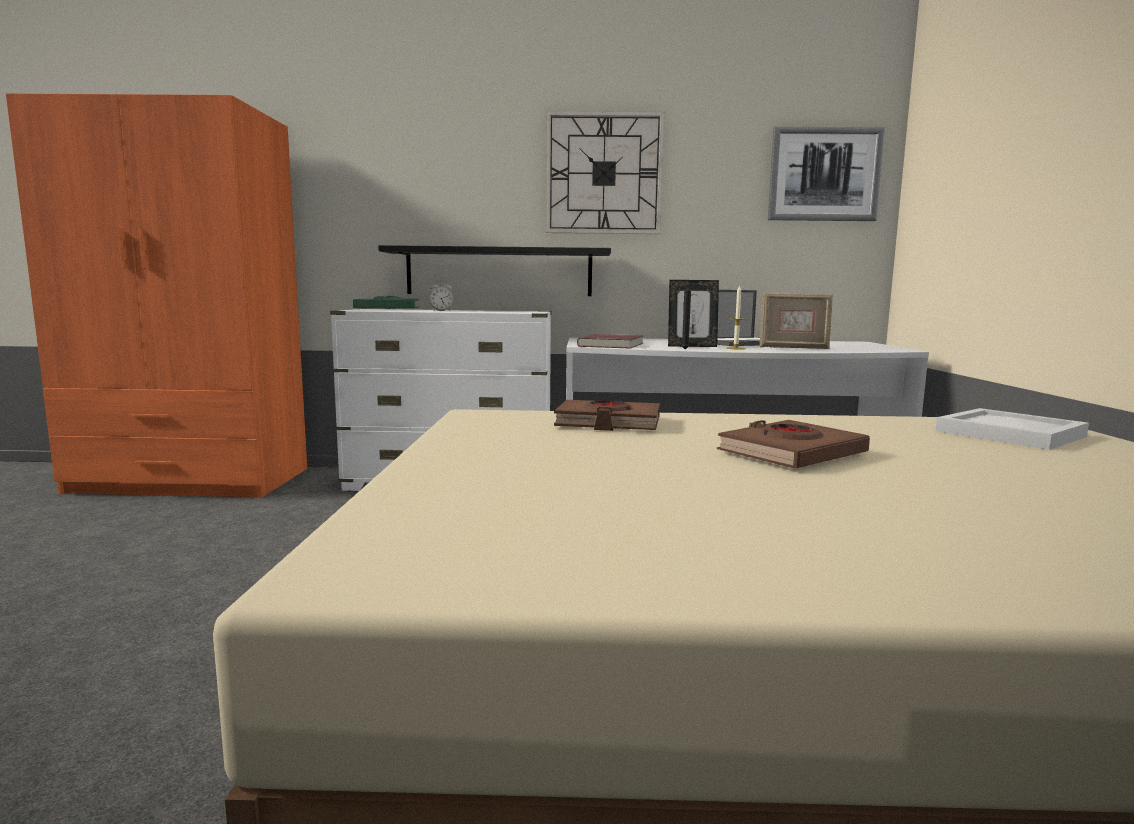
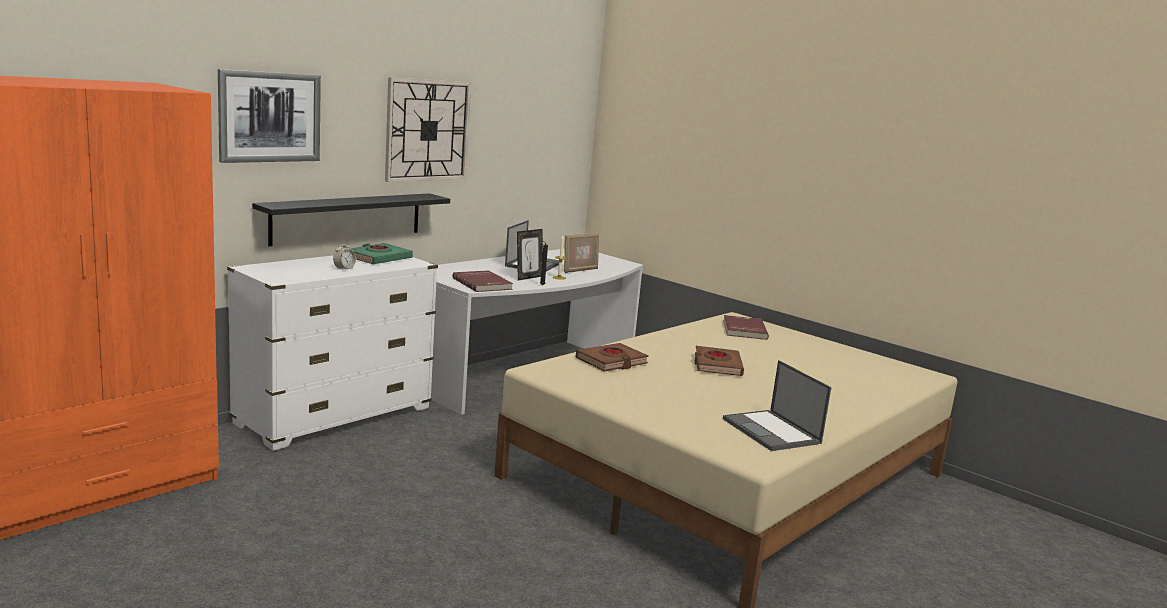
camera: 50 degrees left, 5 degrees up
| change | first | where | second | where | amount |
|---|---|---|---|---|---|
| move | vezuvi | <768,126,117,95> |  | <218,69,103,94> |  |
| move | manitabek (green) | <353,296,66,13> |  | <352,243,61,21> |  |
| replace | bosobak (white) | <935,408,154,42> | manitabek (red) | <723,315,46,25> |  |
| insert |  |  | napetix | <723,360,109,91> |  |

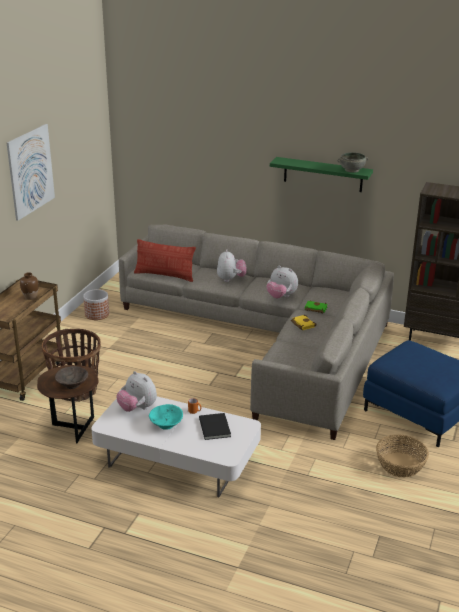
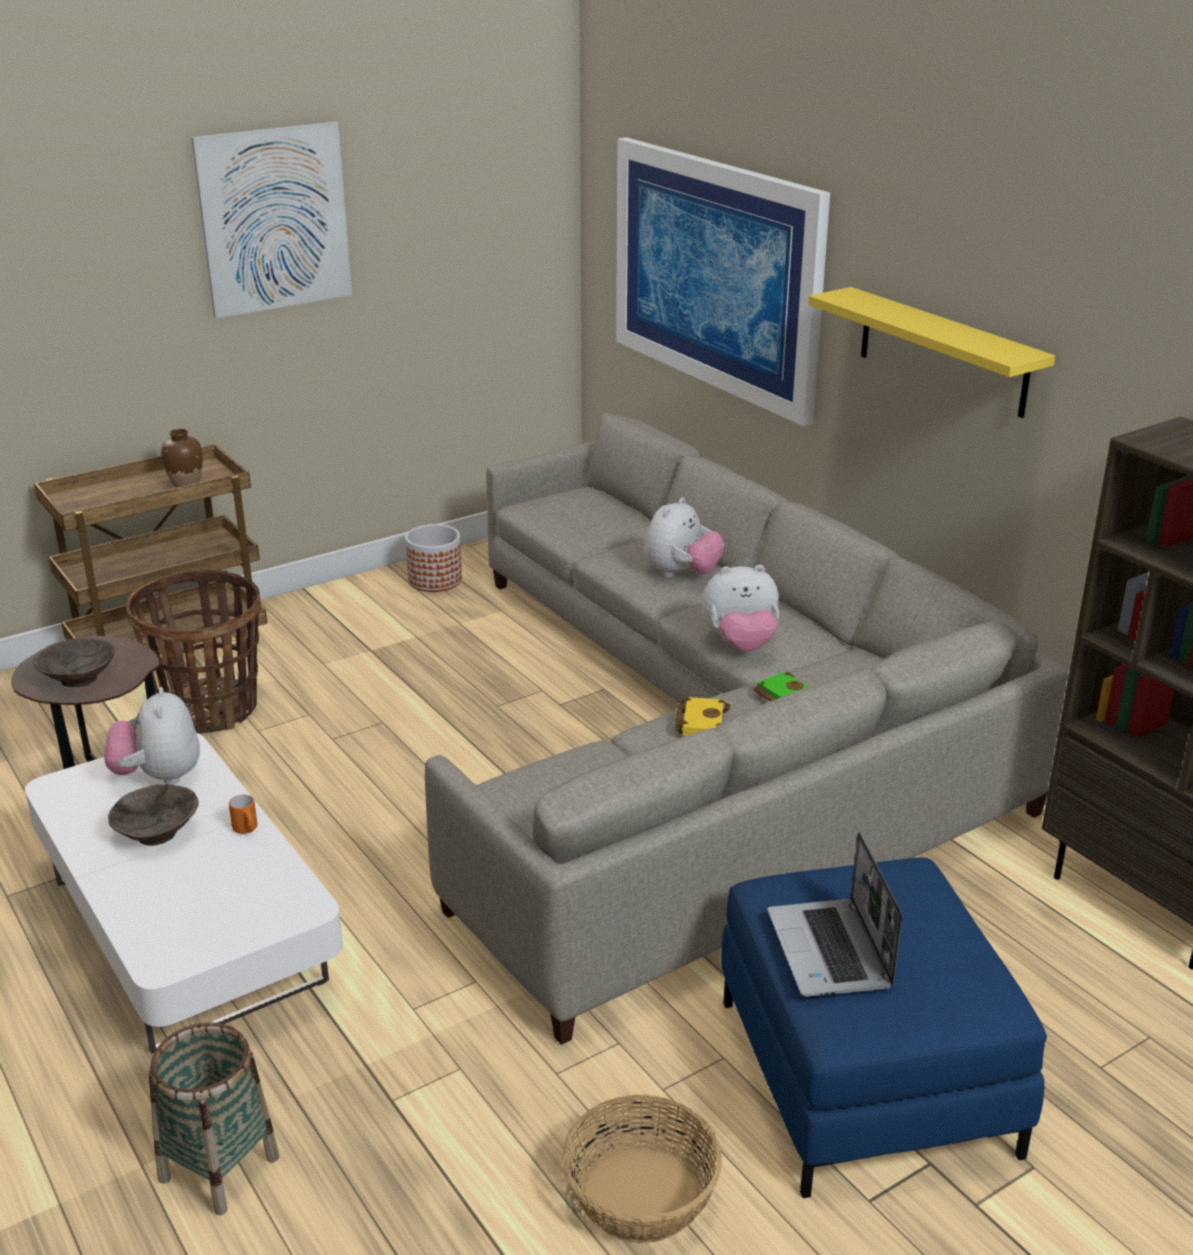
camera: 35 degrees right, 0 degrees up
| change | first | where | second | where | amount |
|---|---|---|---|---|---|
| delete | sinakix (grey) | <337,152,31,21> |  |  |  |
| recolor | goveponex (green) | <270,157,103,35> | goveponex (yellow) | <808,287,247,131> |  |
| delete | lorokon | <134,239,62,43> |  |  |  |
| rotate | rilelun | <266,266,32,32> |  | <702,565,77,87> | 75 degrees counterclockwise |
| recolor | sinakix (turquoise) | <149,404,34,26> | sinakix (brown) | <108,784,91,62> |  |
| delete | manitabek (black) | <199,413,32,27> |  |  |  |
| insert |  |  | vezuvi | <616,137,214,289> |  |
| insert |  |  | napetix | <768,832,134,165> |  |
| insert |  |  | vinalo | <149,1022,130,193> |  |

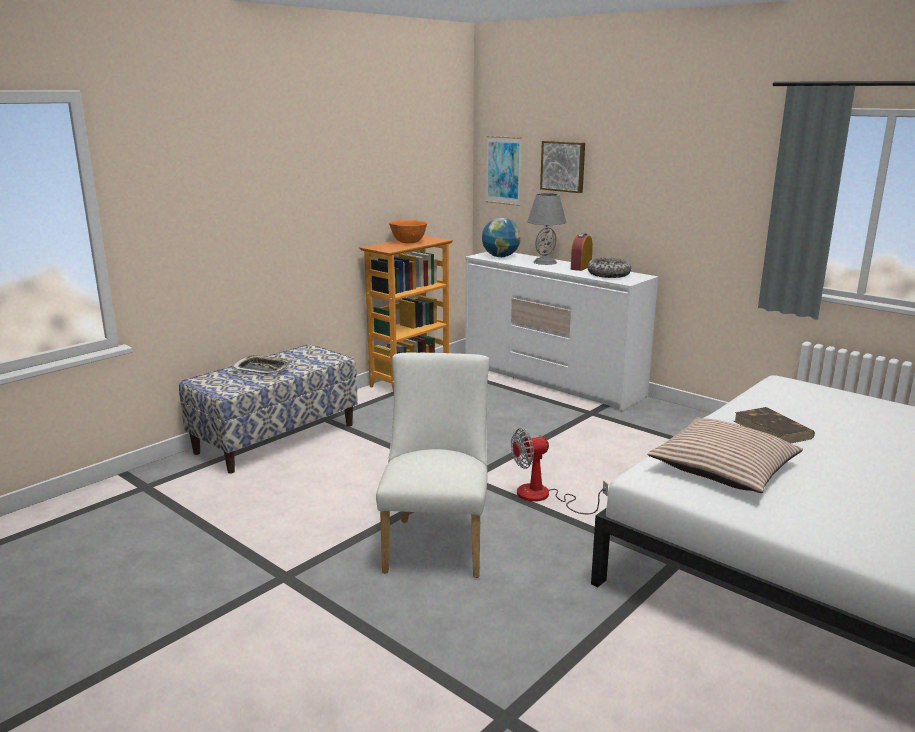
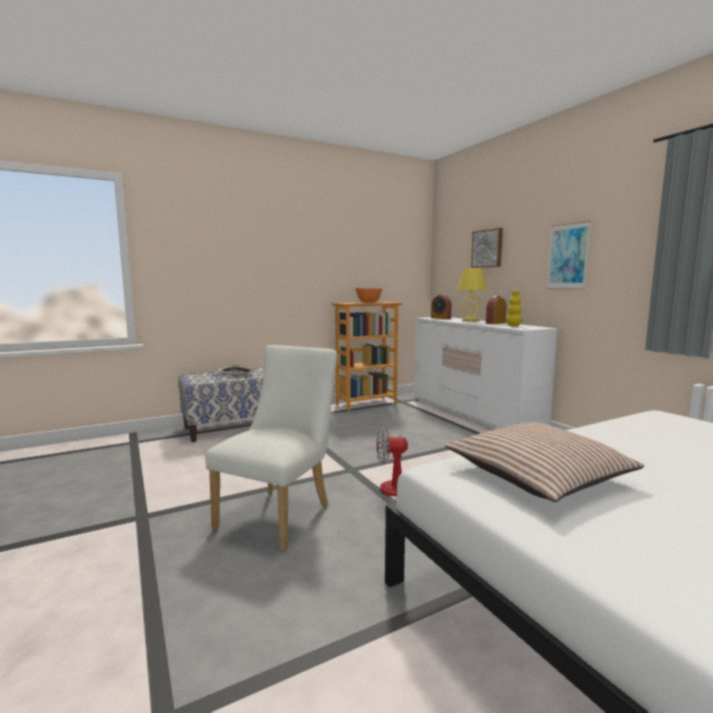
camera: 20 degrees right, 10 degrees down
| change | first | where | second | where | amount |
|---|---|---|---|---|---|
| move | vezuvi | <486,136,36,70> |  | <547,221,44,69> |  |
| recolor | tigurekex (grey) | <527,193,39,72> | tigurekex (yellow) | <457,268,31,54> |  |
| replace | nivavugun | <482,218,39,39> | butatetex | <431,294,21,25> |  |
| replace | sinakix | <587,258,44,20> | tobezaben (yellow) | <506,291,16,35> |  |
| delete | manitabek (brown) | <734,407,81,37> |  |  |  |

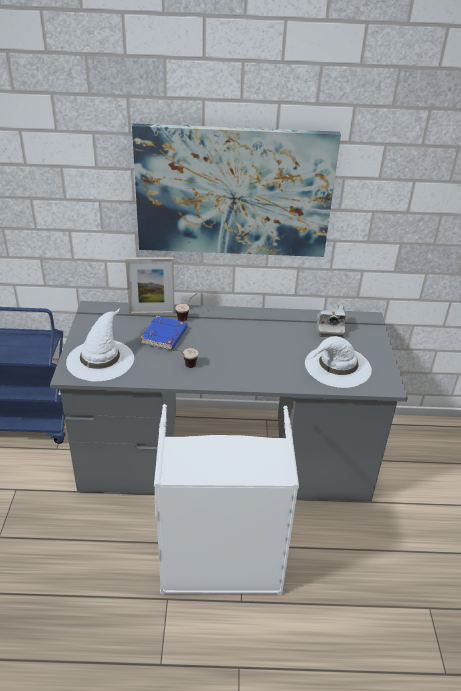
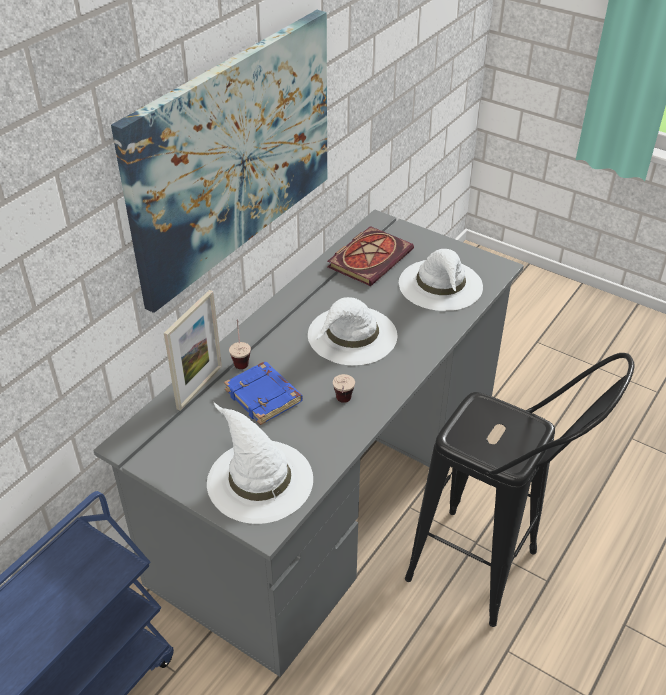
camera: 55 degrees left, 5 degrees up
| change | first | where | second | where | amount |
|---|---|---|---|---|---|
| replace | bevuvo | <317,304,29,34> | manitabek | <327,226,87,60> |  |
| replace | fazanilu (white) | <154,404,145,190> | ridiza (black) | <405,353,230,274> |  |
| insert |  |  | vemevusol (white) | <308,297,89,68> |  |

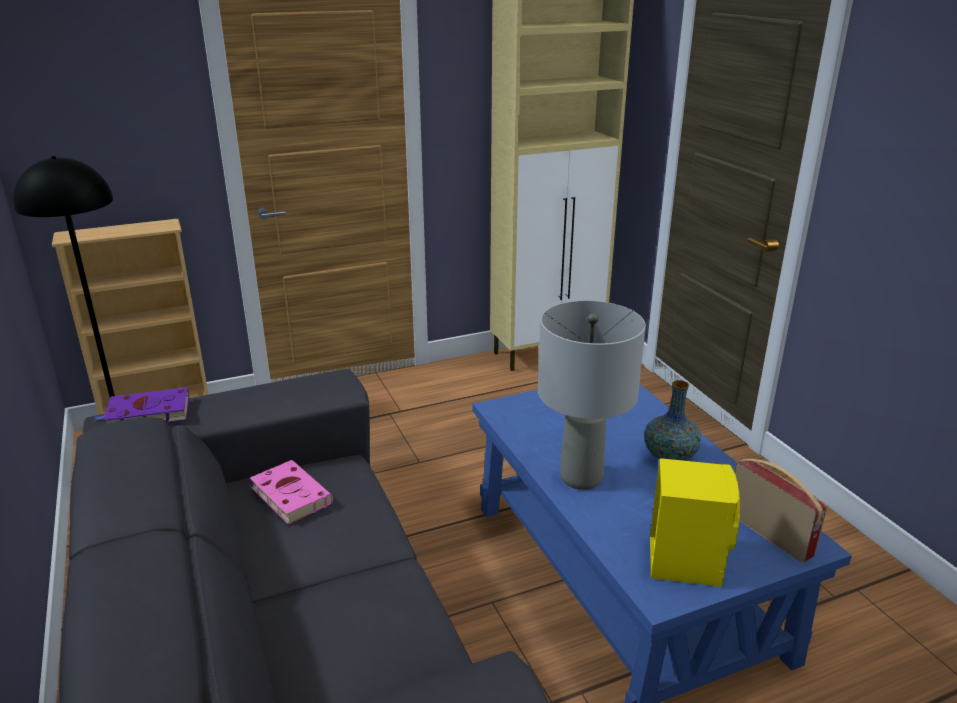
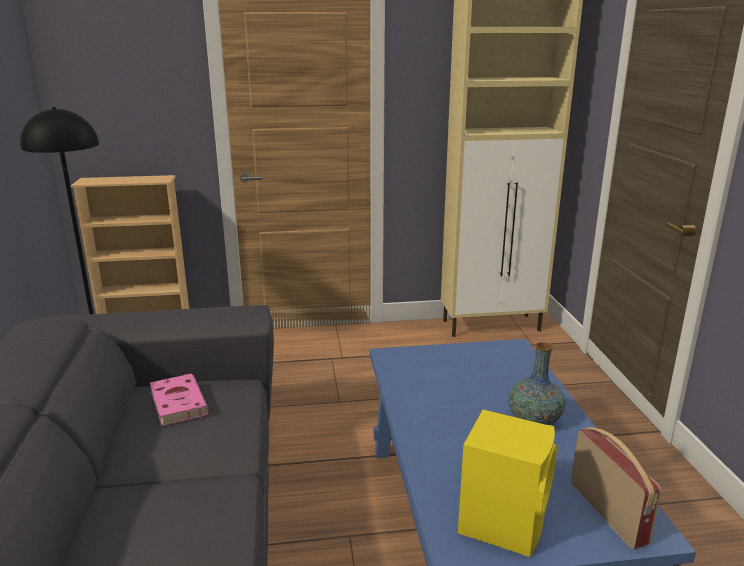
camera: 15 degrees right, 5 degrees down
| change | first | where | second | where | amount |
|---|---|---|---|---|---|
| delete | tigurekex (grey) | <538,301,108,189> |  |  |  |
| delete | manitabek (purple) | <94,387,96,37> |  |  |  |

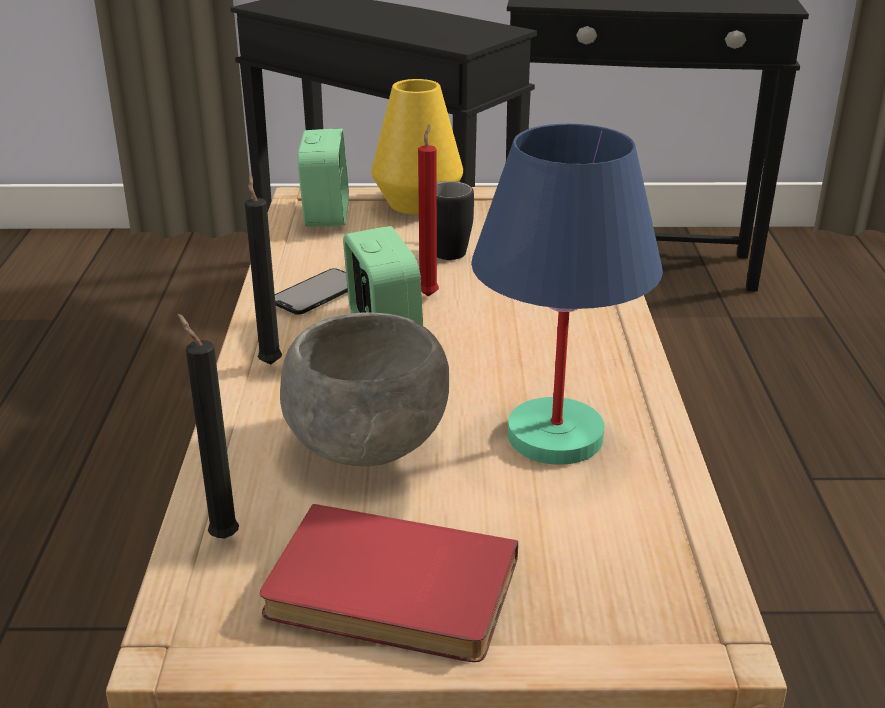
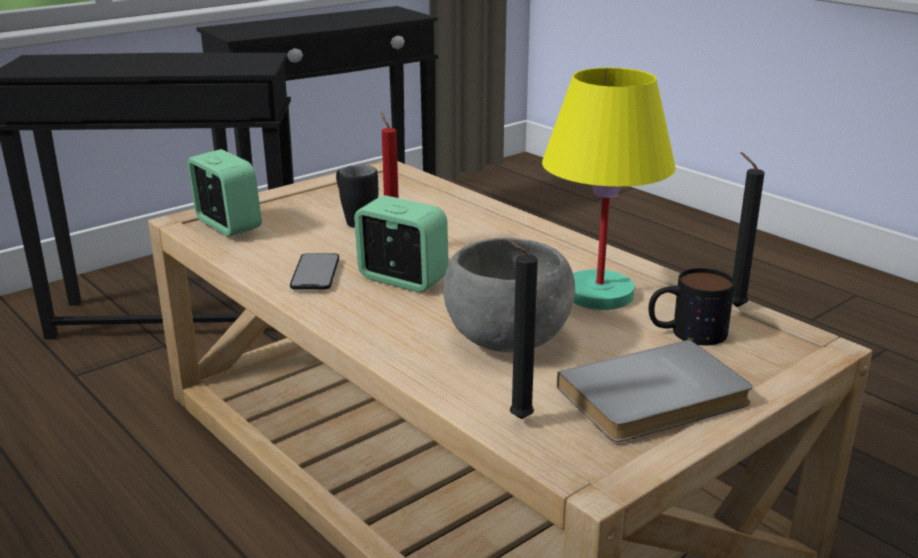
camera: 40 degrees left, 5 degrees down
| change | first | where | second | where | amount |
|---|---|---|---|---|---|
| delete | tobezaben (yellow) | <371,79,92,136> |  |  |  |
| recolor | tigurekex (blue) | <471,124,192,341> | tigurekex (yellow) | <542,68,134,242> |  |
| move | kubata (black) | <245,174,37,191> |  | <732,152,33,155> |  |
| recolor | manitabek (red) | <260,504,258,158> | manitabek (grey) | <557,340,195,102> |  |
| insert |  |  | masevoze | <649,268,86,77> |  |

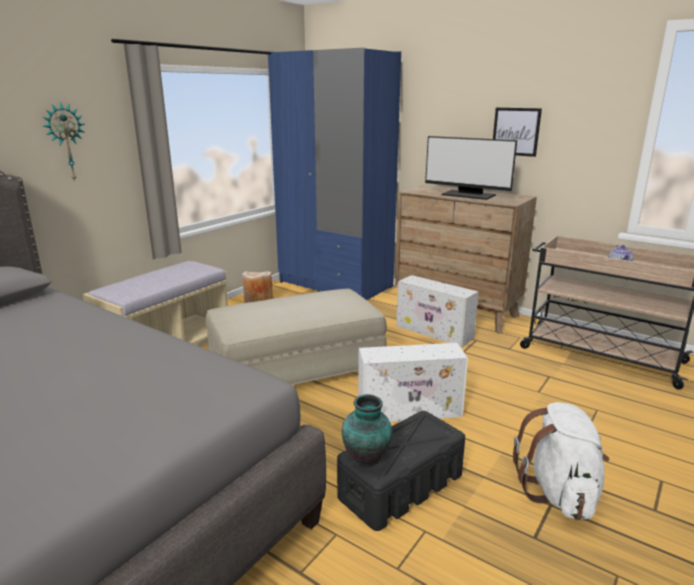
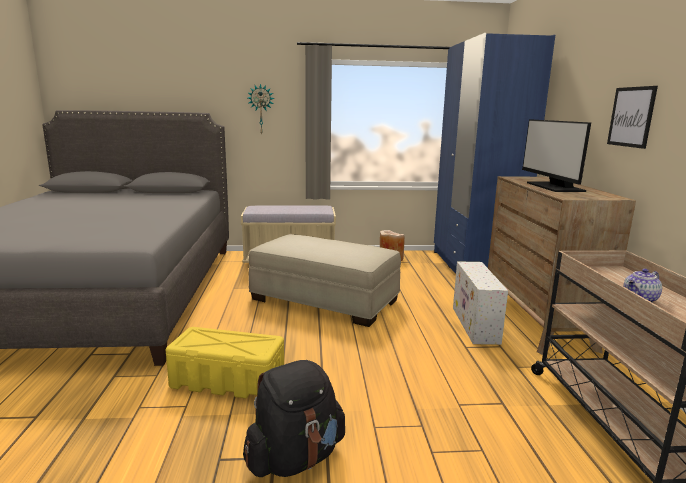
camera: 50 degrees right, 5 degrees down
| change | first | where | second | where | amount |
|---|---|---|---|---|---|
| delete | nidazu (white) | <358,343,110,79> |  |  |  |
| delete | tobezaben | <342,394,51,73> |  |  |  |
| recolor | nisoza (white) | <513,402,96,118> | nisoza (black) | <243,360,102,117> |  |
| recolor | nidazu (black) | <337,411,128,120> | nidazu (yellow) | <166,327,118,72> |  |

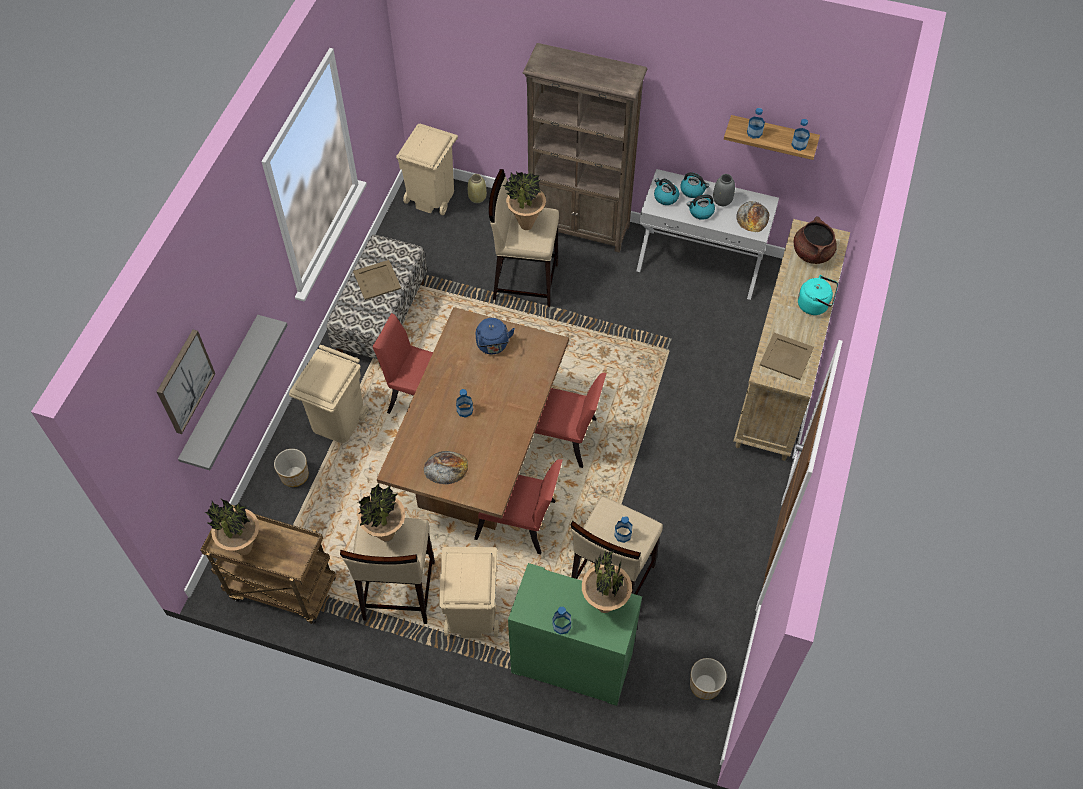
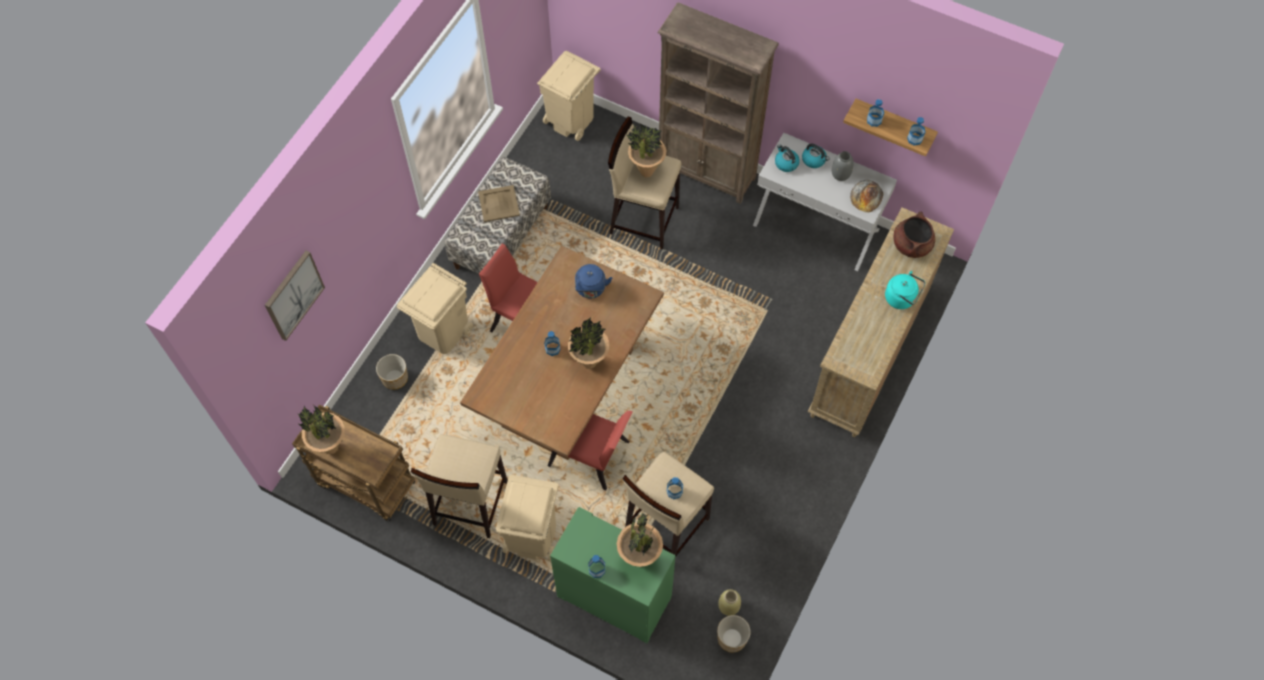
camera: 10 degrees right, 5 degrees up
| change | first | where | second | where | amount |
|---|---|---|---|---|---|
| move | tobezaben (beige) | <468,174,19,29> |  | <718,589,23,27> |  |
| delete | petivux | <687,194,28,26> |  |  |  |
| delete | goveponex (grey) | <178,315,109,155> |  |  |  |
| delete | bosobak (beige) | <760,333,54,47> |  |  |  |
| delete | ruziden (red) | <534,373,72,95> |  |  |  |
| delete | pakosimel | <423,451,45,33> |  |  |  |
| move | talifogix | <358,484,47,58> |  | <568,317,42,52> |  |

